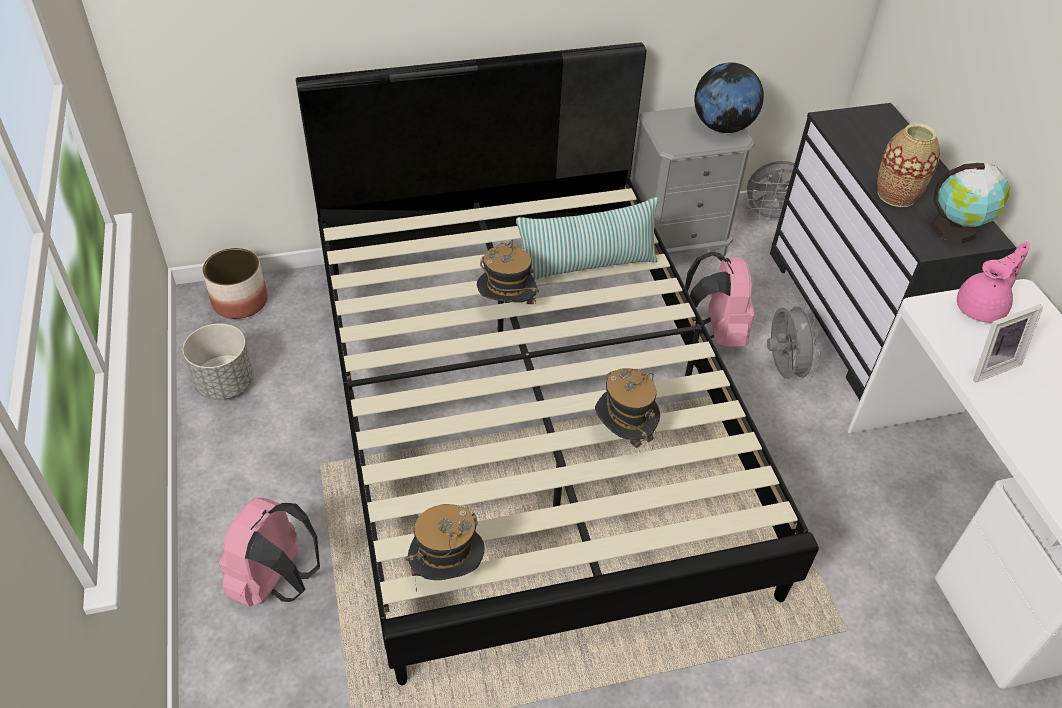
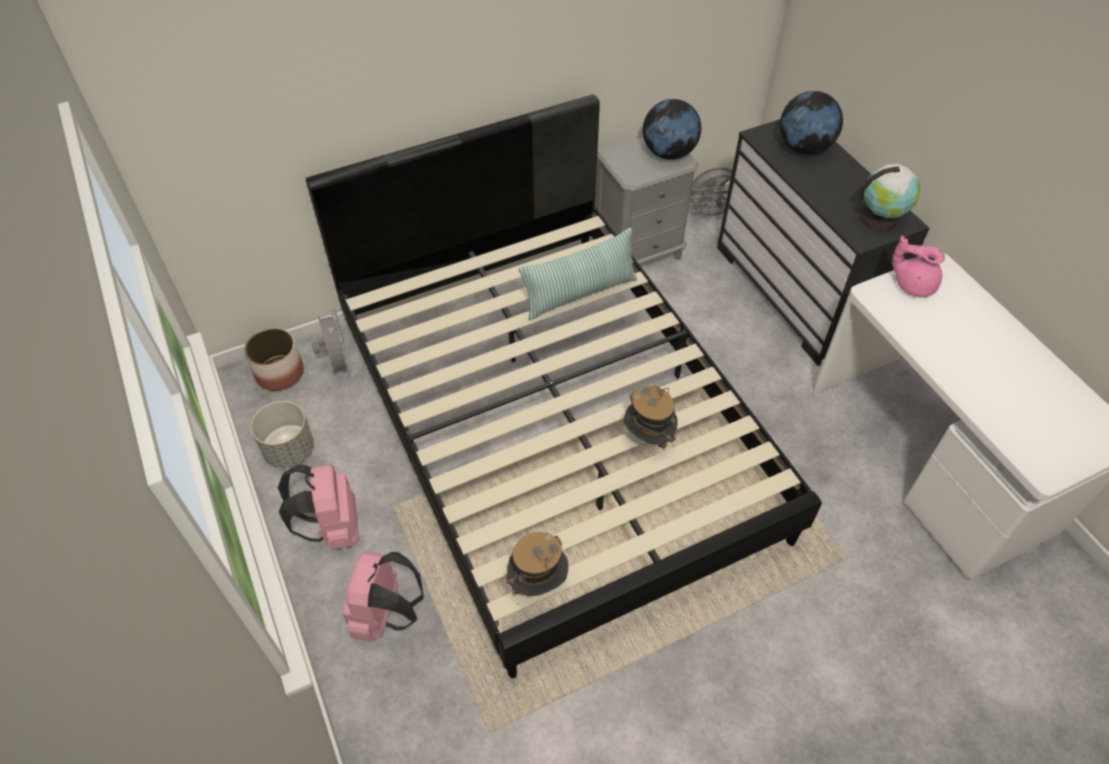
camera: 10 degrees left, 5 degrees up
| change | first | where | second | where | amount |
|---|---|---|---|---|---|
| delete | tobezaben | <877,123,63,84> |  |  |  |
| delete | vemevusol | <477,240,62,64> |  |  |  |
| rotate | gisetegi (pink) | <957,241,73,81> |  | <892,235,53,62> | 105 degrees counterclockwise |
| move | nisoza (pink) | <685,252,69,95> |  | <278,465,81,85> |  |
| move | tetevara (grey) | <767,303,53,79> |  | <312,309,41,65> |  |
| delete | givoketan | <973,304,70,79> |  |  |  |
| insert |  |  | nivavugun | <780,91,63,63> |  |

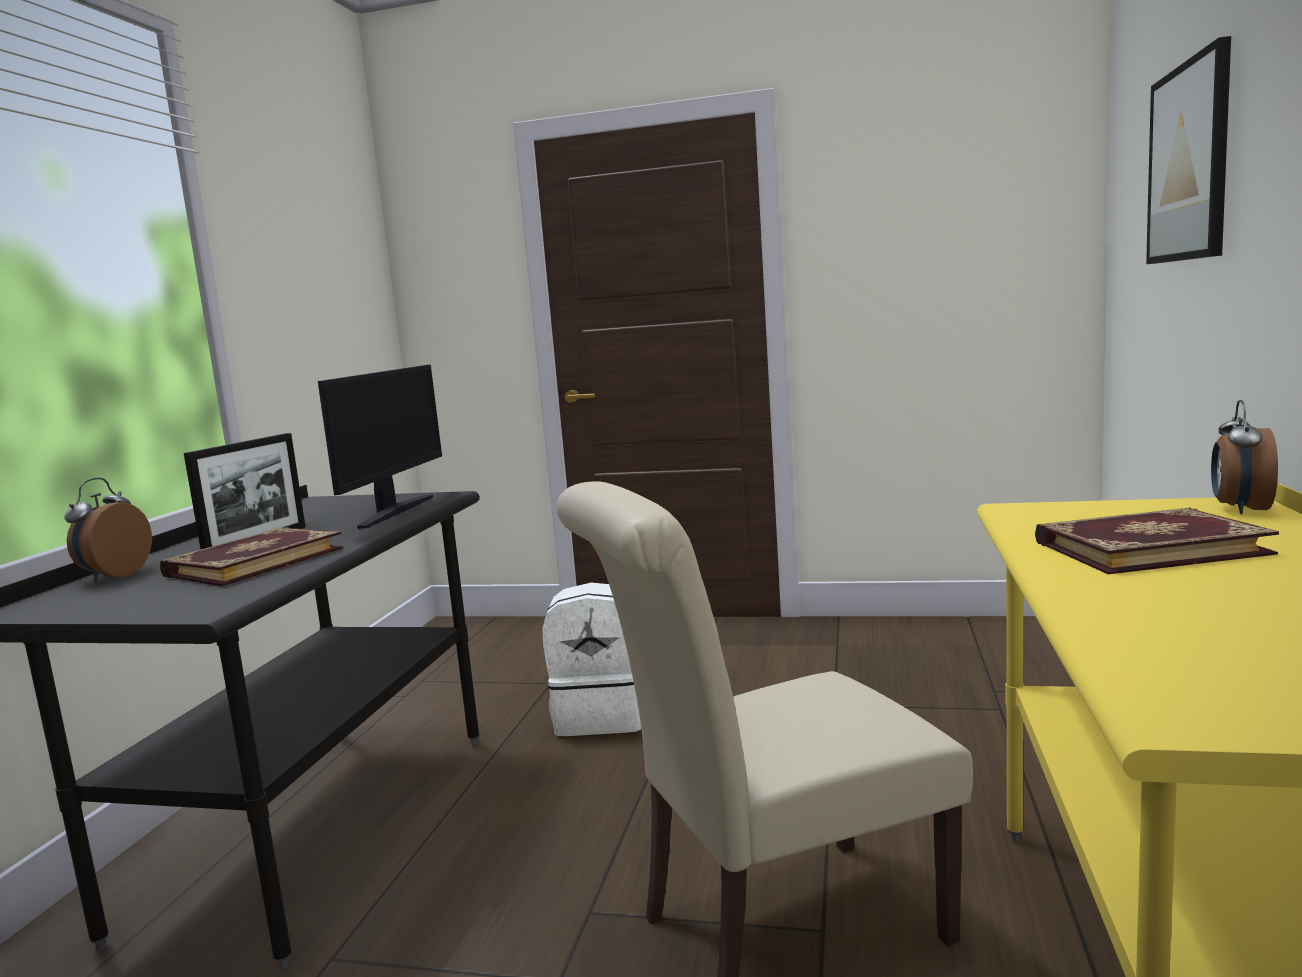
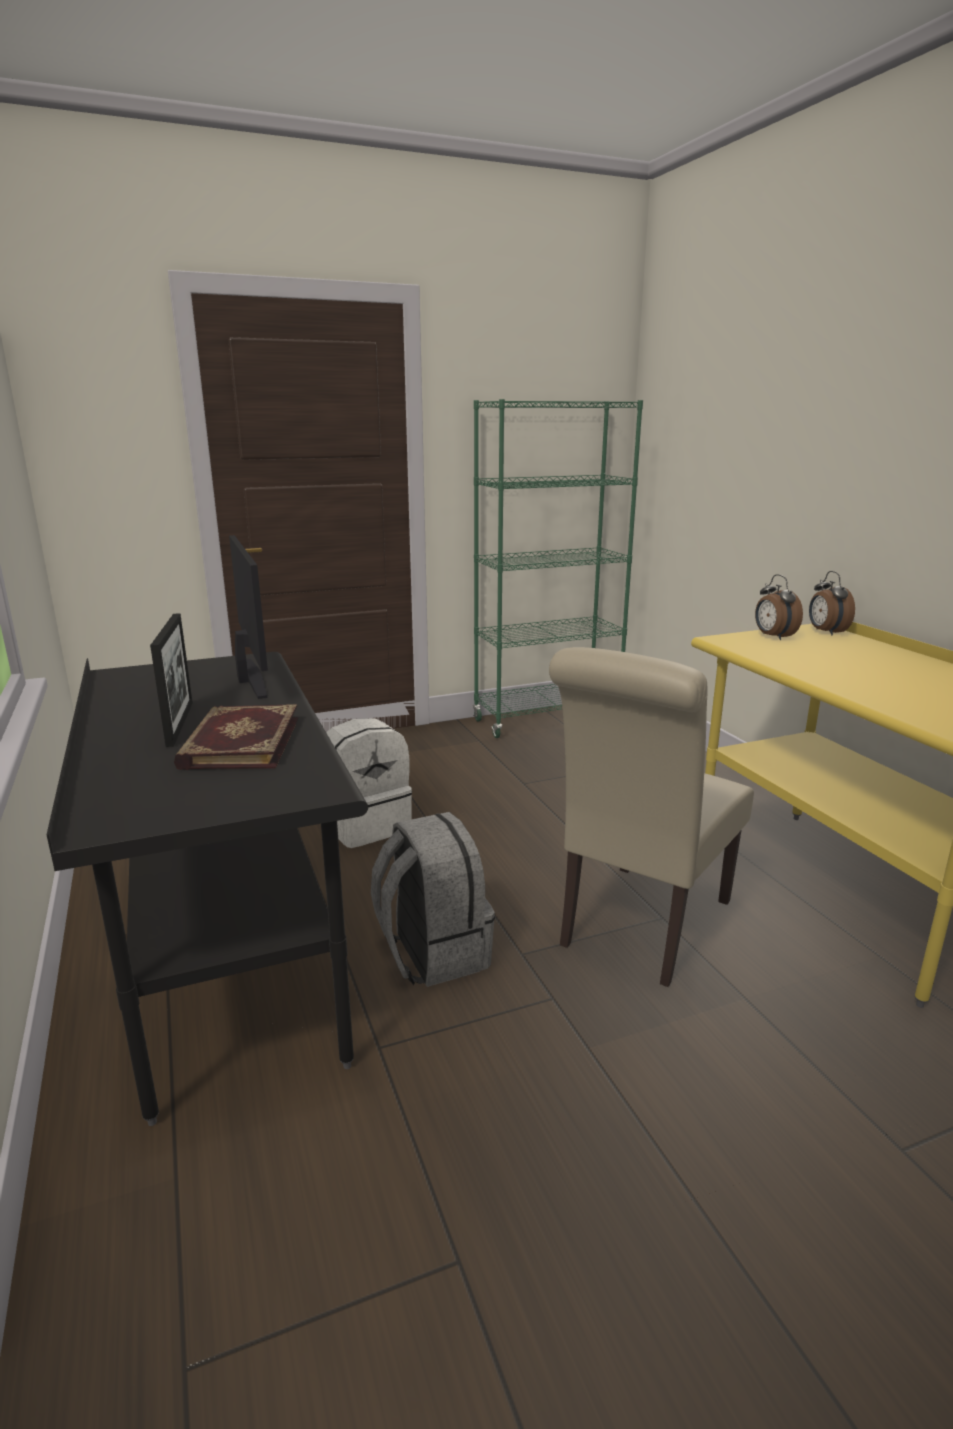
camera: 35 degrees left, 10 degrees up
| change | first | where | second | where | amount |
|---|---|---|---|---|---|
| delete | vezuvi | <1146,36,85,228> |  |  |  |
| move | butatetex | <64,478,88,104> |  | <755,575,48,65> |  |
| delete | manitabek | <1035,507,244,67> |  |  |  |
| insert |  |  | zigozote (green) | <473,399,170,339> |  |
| insert |  |  | nisoza (grey) | <371,812,124,175> |  |

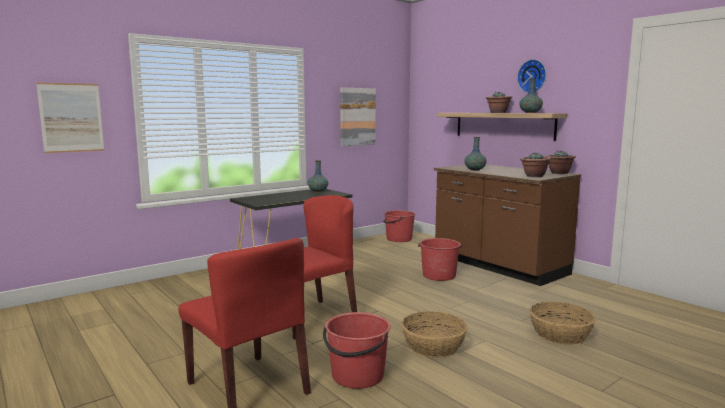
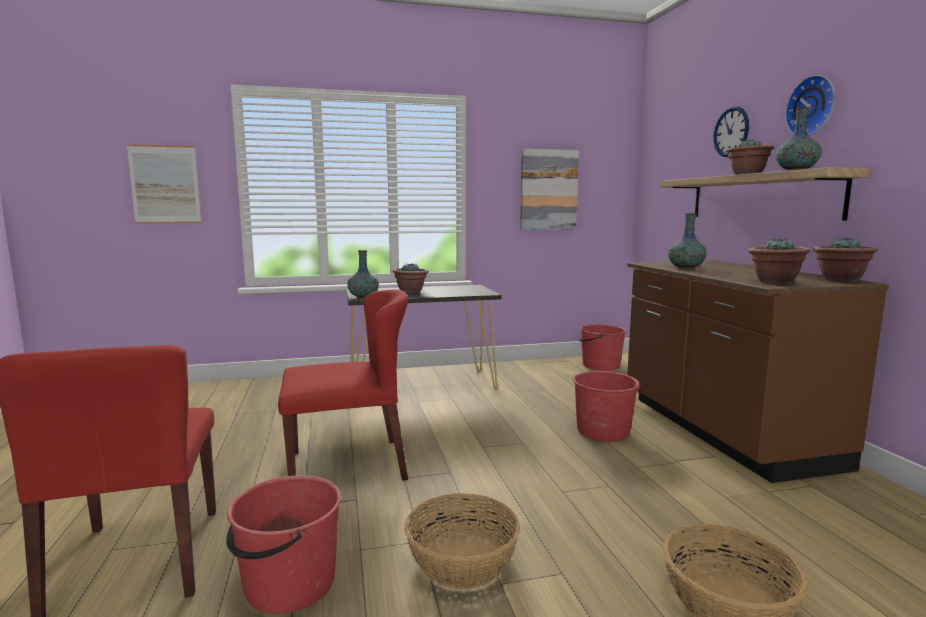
camera: 25 degrees right, 0 degrees up
| change | first | where | second | where | amount |
|---|---|---|---|---|---|
| move | tobezaben | <308,160,20,32> |  | <347,250,32,48> |  |
| insert |  |  | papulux | <713,107,36,50> |  |
| insert |  |  | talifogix | <393,263,36,30> |  |

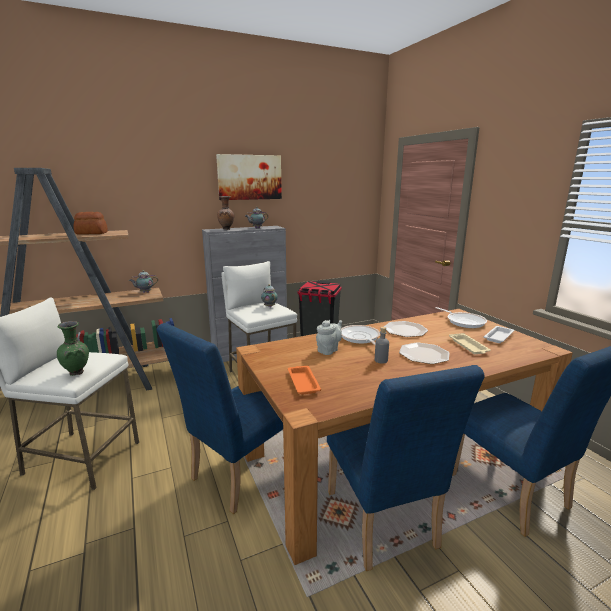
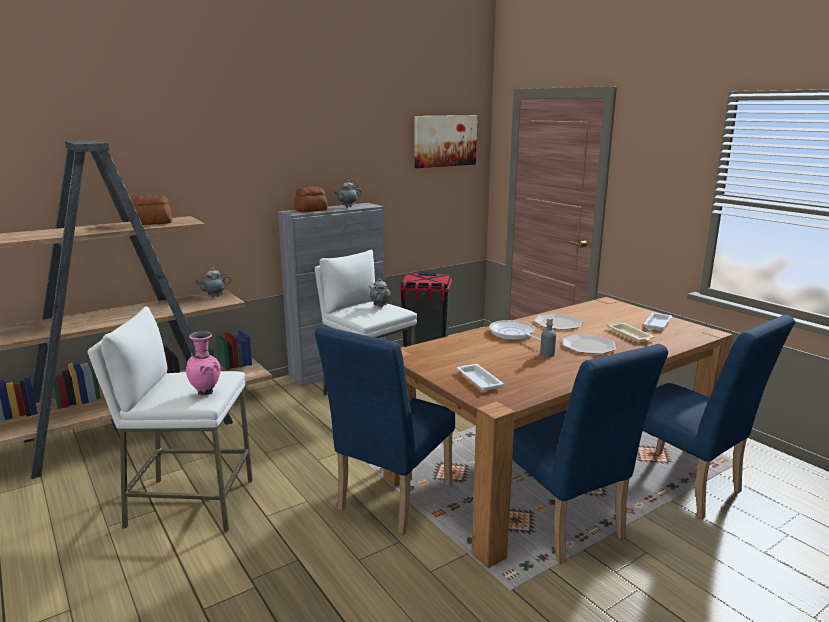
camera: 10 degrees left, 0 degrees up
| change | first | where | second | where | amount |
|---|---|---|---|---|---|
| move | vezuvi | <216,154,66,46> |  | <415,115,62,53> |  |
| replace | tobezaben (brown) | <217,196,17,34> | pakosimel | <294,187,33,25> |  |
| delete | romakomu | <436,307,51,21> |  |  |  |
| delete | gisetegi (grey) | <316,320,26,35> |  |  |  |
| recolor | tobezaben (green) | <57,321,32,55> | tobezaben (pink) | <186,331,35,65> |  |
| recolor | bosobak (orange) | <288,366,33,29> | bosobak (white) | <457,364,47,27> |  |

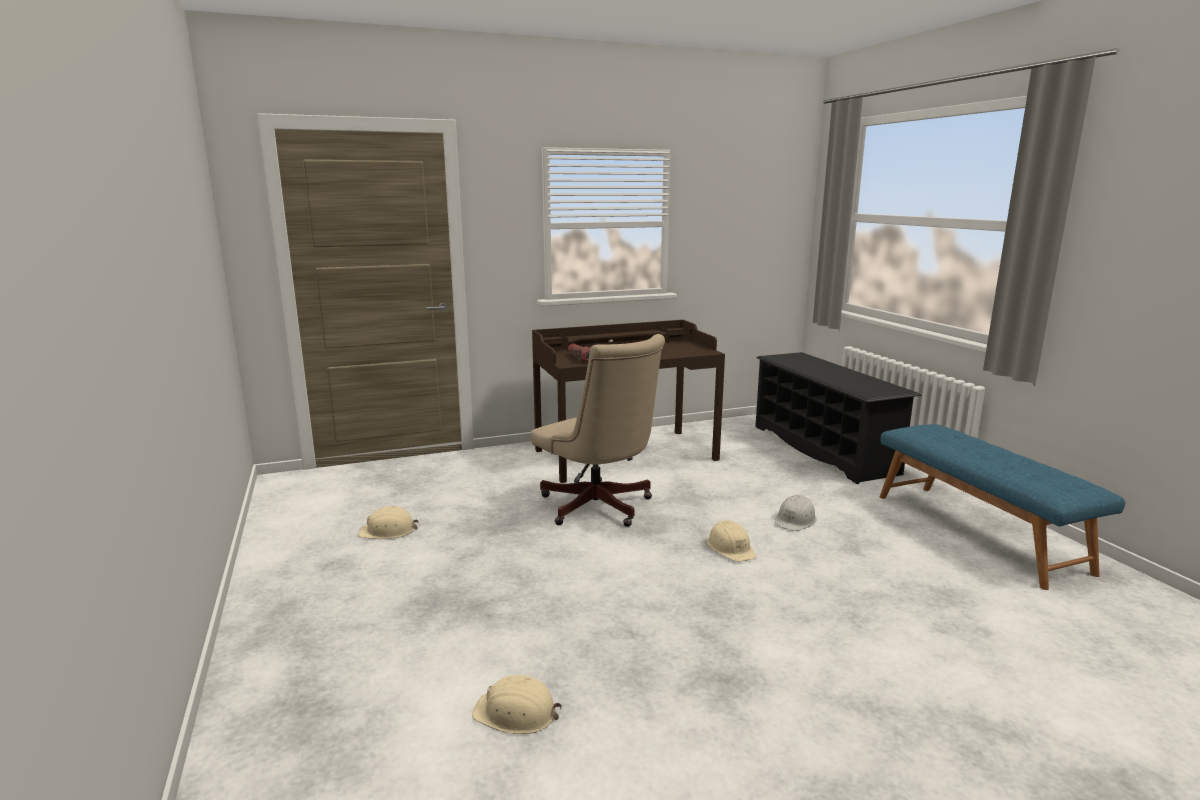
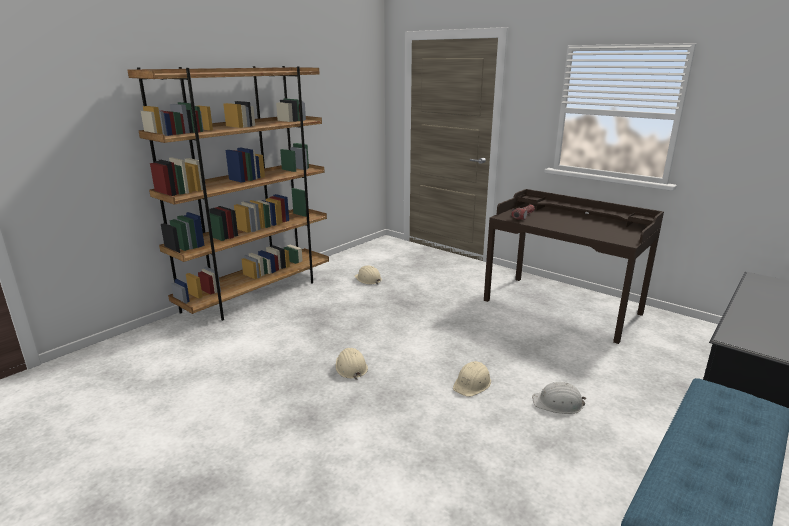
camera: 60 degrees right, 5 degrees up
| change | first | where | second | where | amount |
|---|---|---|---|---|---|
| delete | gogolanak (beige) | <531,334,134,193> |  |  |  |
| move | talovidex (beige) | <472,675,90,59> |  | <336,348,32,32> |  |
| insert |  |  | zigozote (brown) | <128,66,201,255> |  |

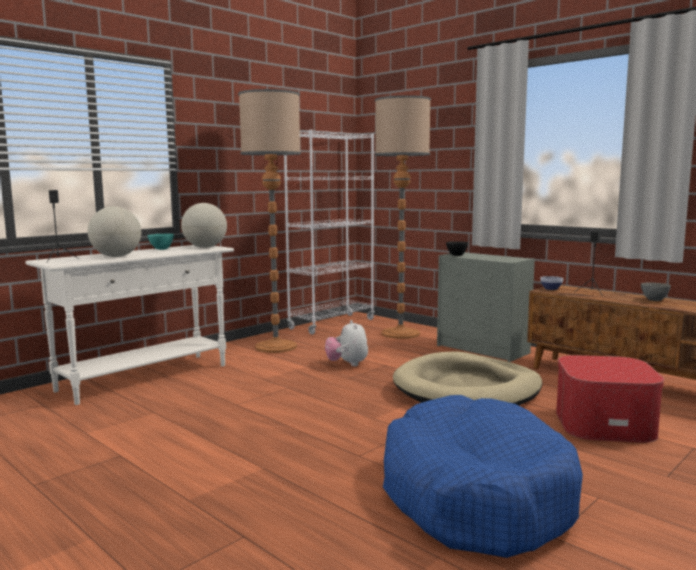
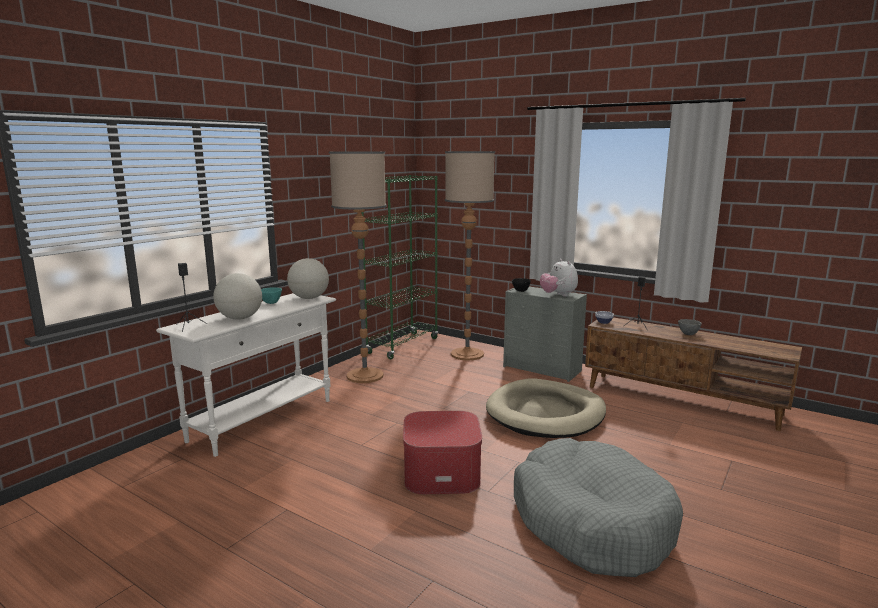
camera: 10 degrees left, 5 degrees up
| change | first | where | second | where | amount |
|---|---|---|---|---|---|
| recolor | zigozote (white) | <284,130,91,205> | zigozote (green) | <361,175,77,184> |  |
| move | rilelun | <325,320,43,46> |  | <540,259,38,38> |  |
| move | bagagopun | <556,355,108,88> |  | <403,411,79,83> |  |
| recolor | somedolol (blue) | <383,395,200,163> | somedolol (grey) | <514,438,169,139> |  |

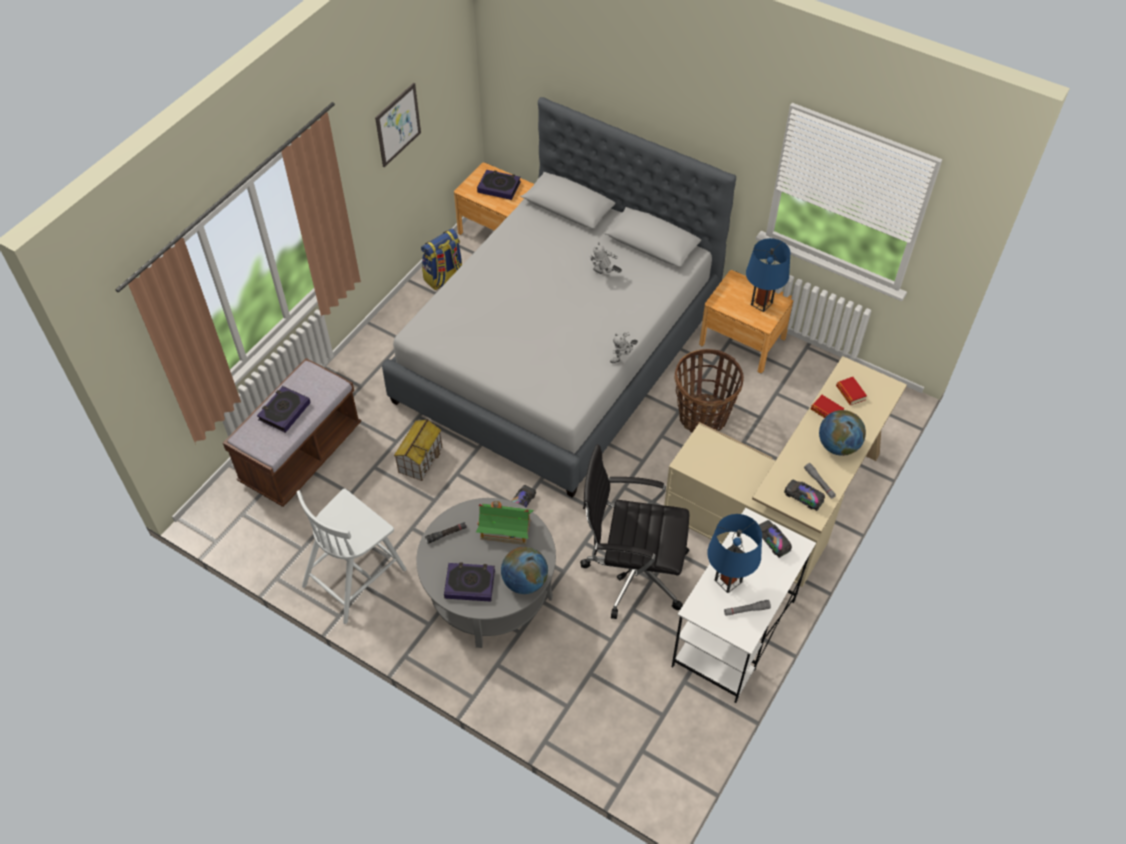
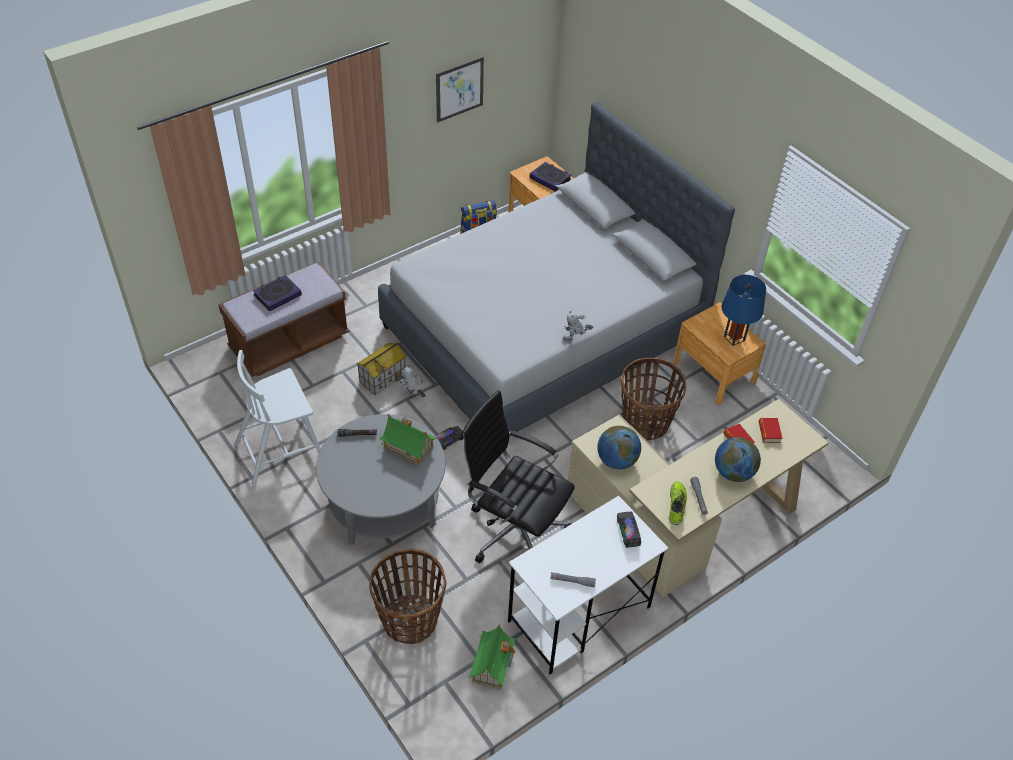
camera: 20 degrees right, 5 degrees down
| change | first | where | second | where | amount |
|---|---|---|---|---|---|
| move | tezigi | <590,242,32,32> |  | <400,365,26,33> |  |
| replace | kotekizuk | <784,480,41,31> | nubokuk | <669,482,18,43> |  |
| delete | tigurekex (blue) | <707,514,55,79> |  |  |  |
| move | nivavugun | <501,547,47,47> |  | <597,426,44,43> |  |
| delete | manitabek | <444,562,51,40> |  |  |  |
| insert |  |  | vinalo | <369,549,78,95> |  |
| insert |  |  | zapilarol | <469,624,47,65> |  |

